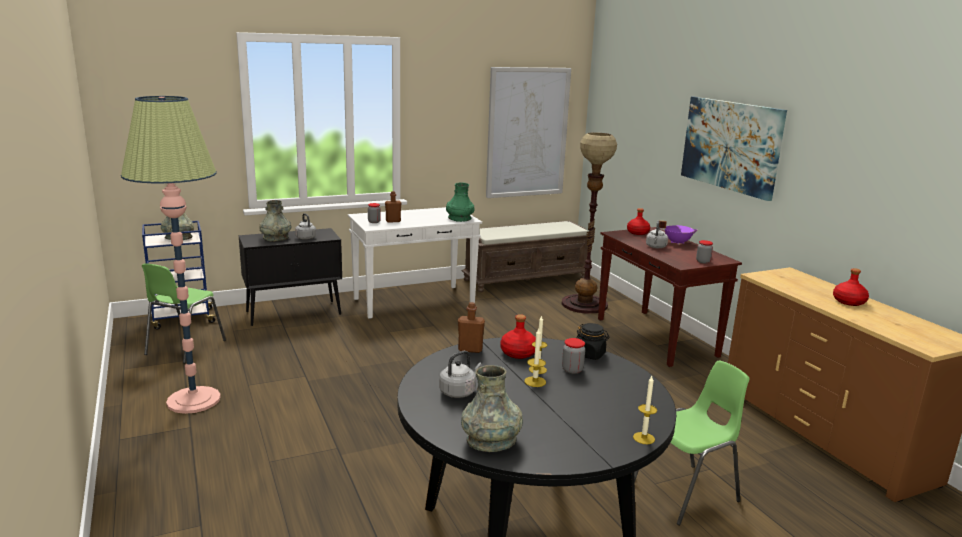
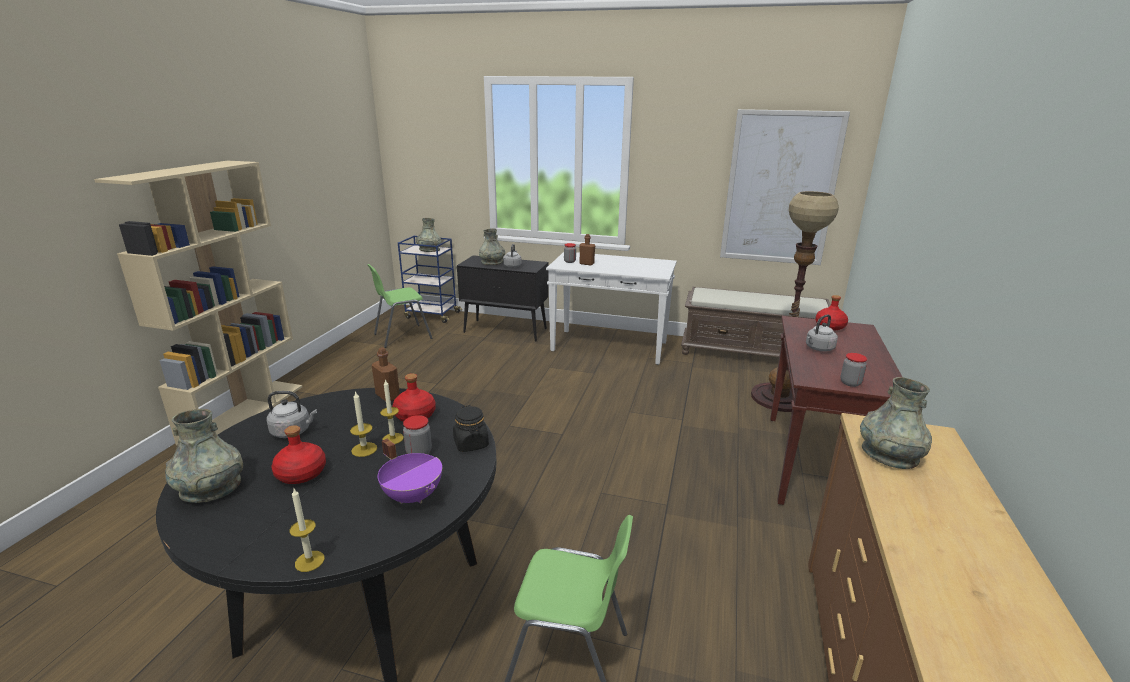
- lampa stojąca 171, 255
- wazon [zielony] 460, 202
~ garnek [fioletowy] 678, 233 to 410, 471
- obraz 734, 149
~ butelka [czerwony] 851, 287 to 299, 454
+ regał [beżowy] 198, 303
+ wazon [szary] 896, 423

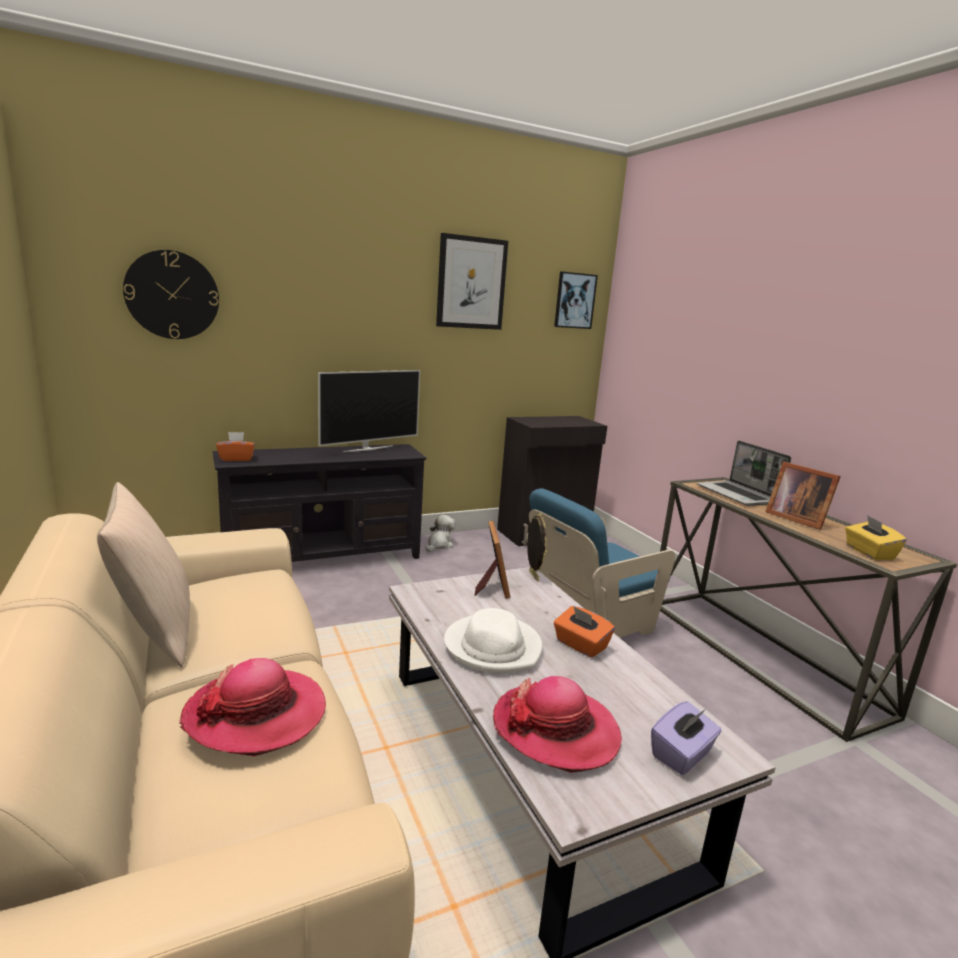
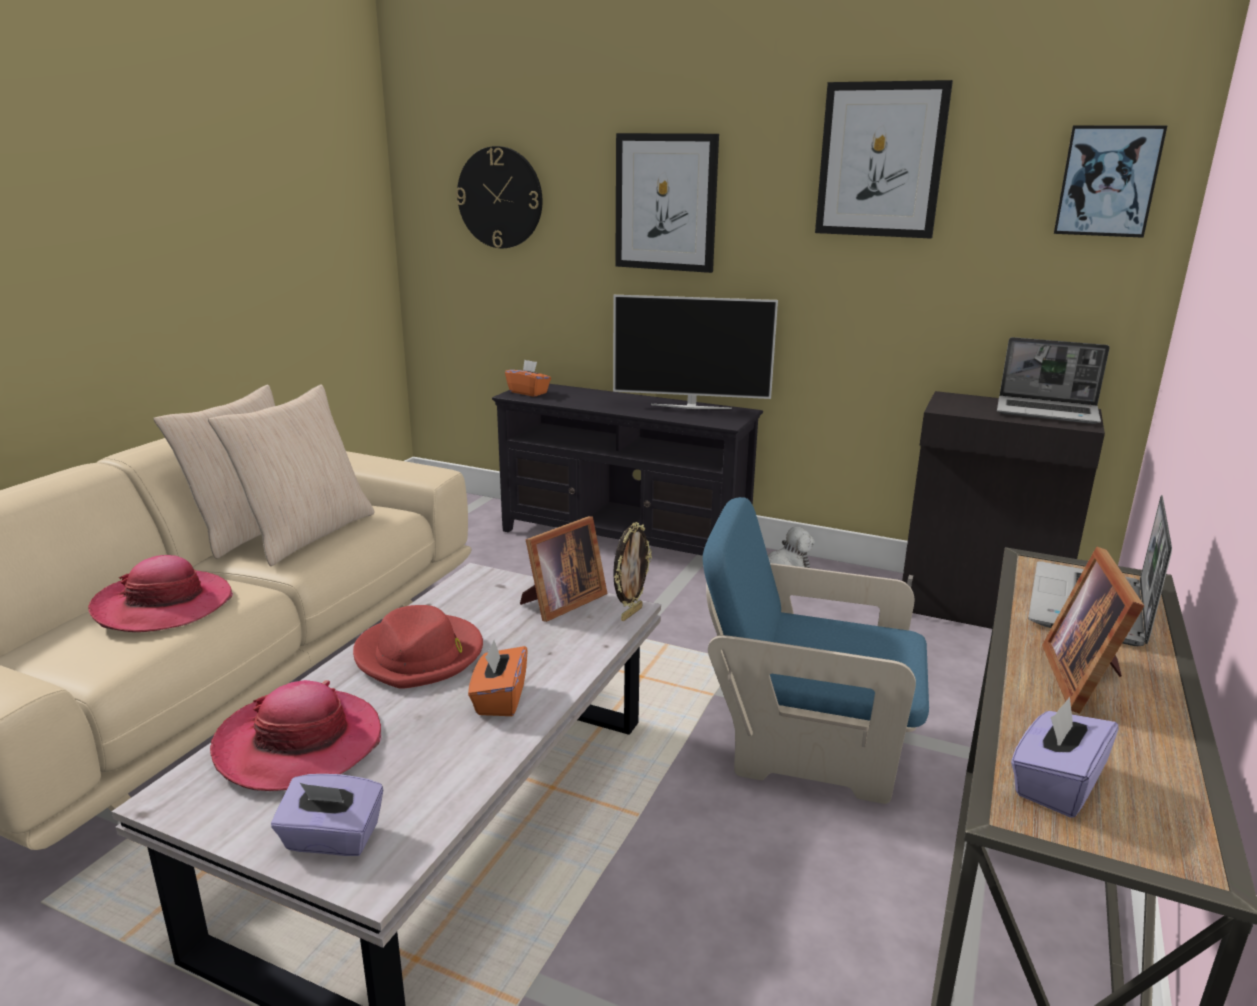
~ kapelusz [biały] 493, 640 to kapelusz [czerwony] 418, 647
~ pudełko chusteczek [żółty] 876, 537 to pudełko chusteczek [fioletowy] 1064, 757
+ poduszka [beżowy] 291, 475
+ obraz 667, 203
+ laptop 1053, 380

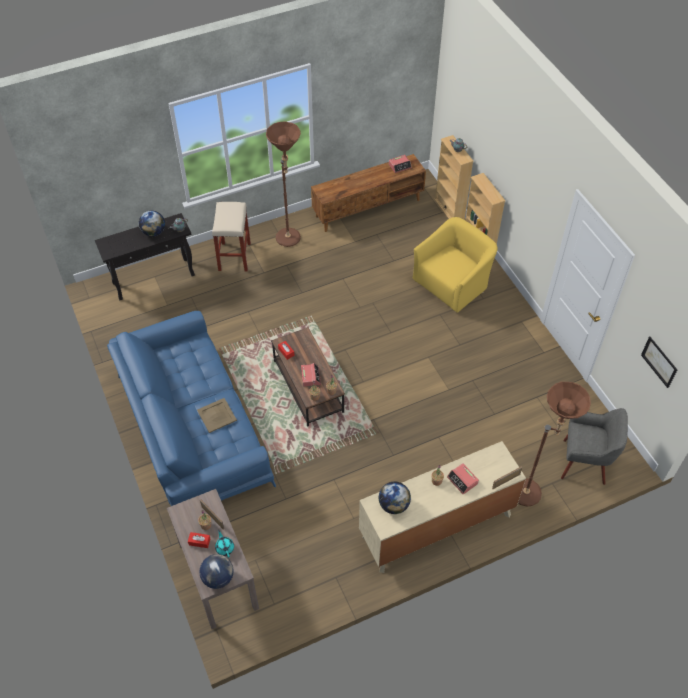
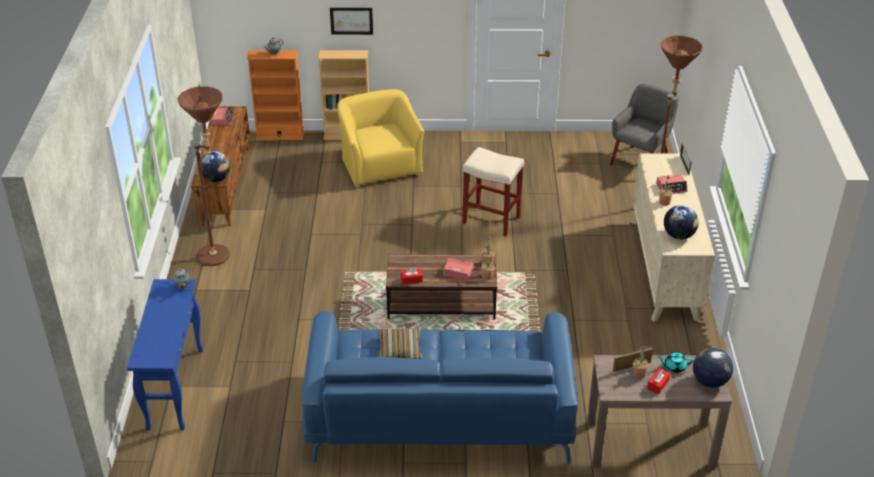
~ stolik konsolowy [czarny] 145, 256 to stolik konsolowy [niebieski] 165, 354
~ globus 152, 223 to 216, 166
- taca [beżowy] 217, 415
~ stołek [beżowy] 231, 237 to 493, 192
~ regał [beżowy] 454, 177 to regał [pomarańczowy] 276, 95
~ obraz 659, 362 to 351, 21
+ poduszka 400, 343

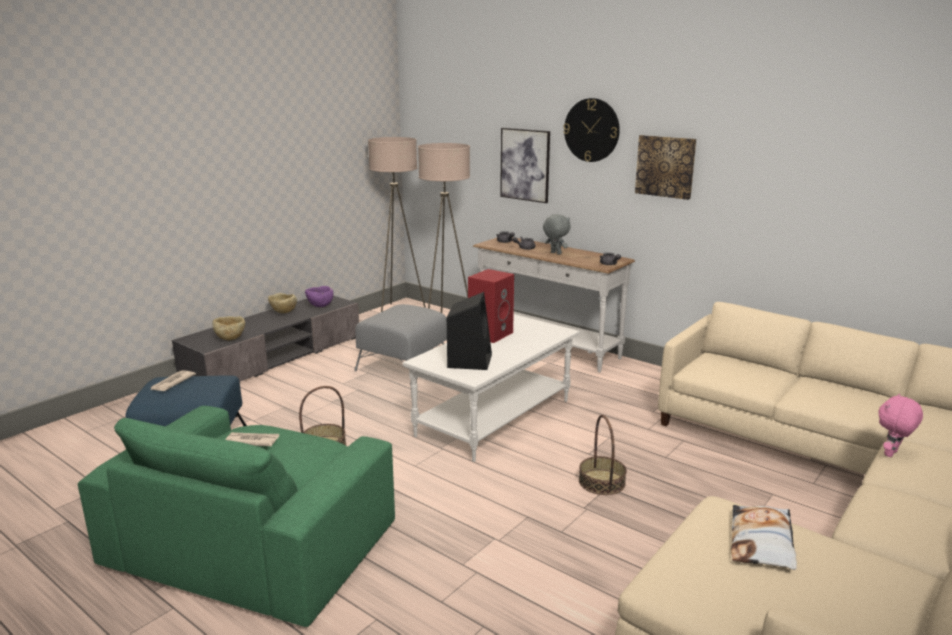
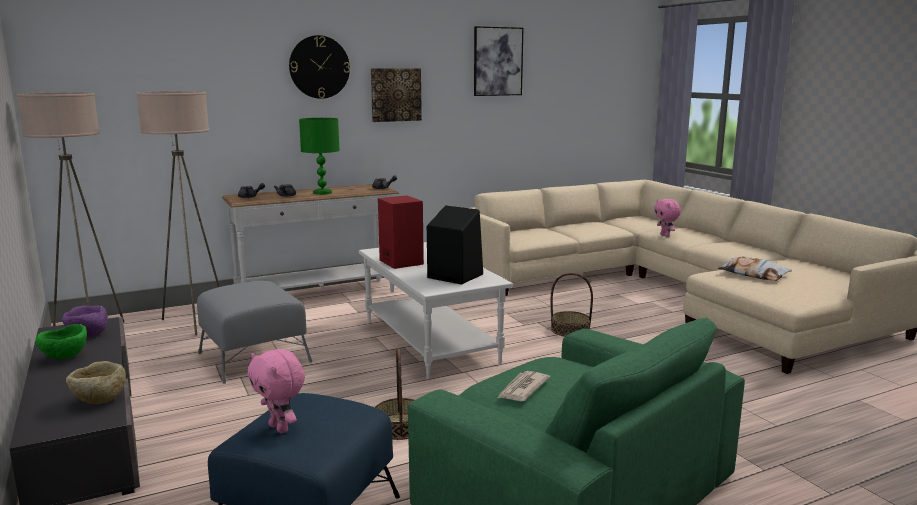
~ gazeta 173, 380 to pluszak [różowy] 276, 391
~ miska [beżowy] 282, 303 to miska [zielony] 61, 342
~ obraz 525, 165 to 498, 61
~ pluszak [szary] 557, 234 to lampa stołowa [zielony] 319, 156

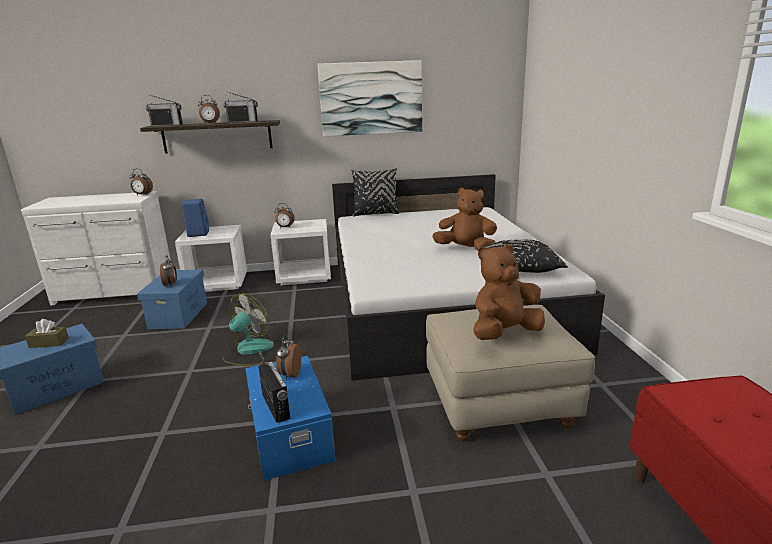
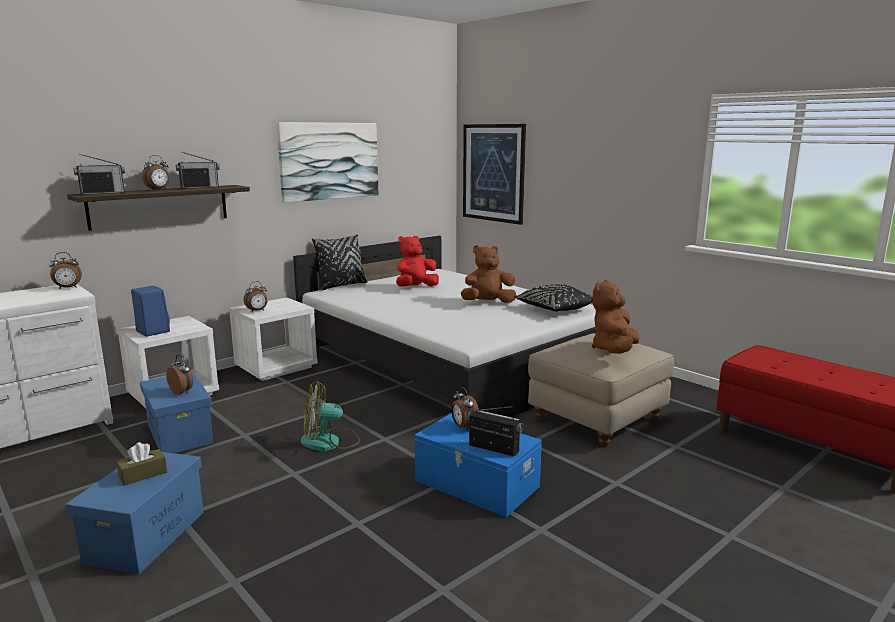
~ wentylator 248, 329 = 330, 416 105 degrees counterclockwise
+ pluszak [czerwony] 417, 261
+ obraz 494, 174

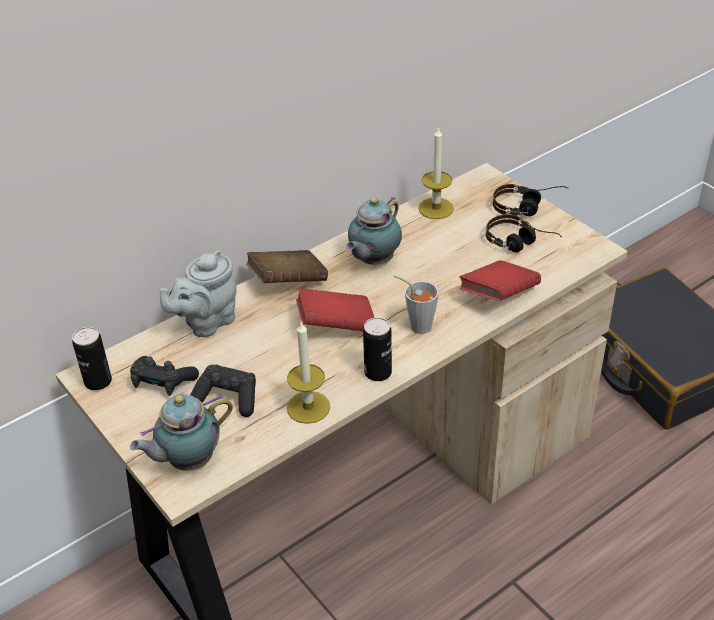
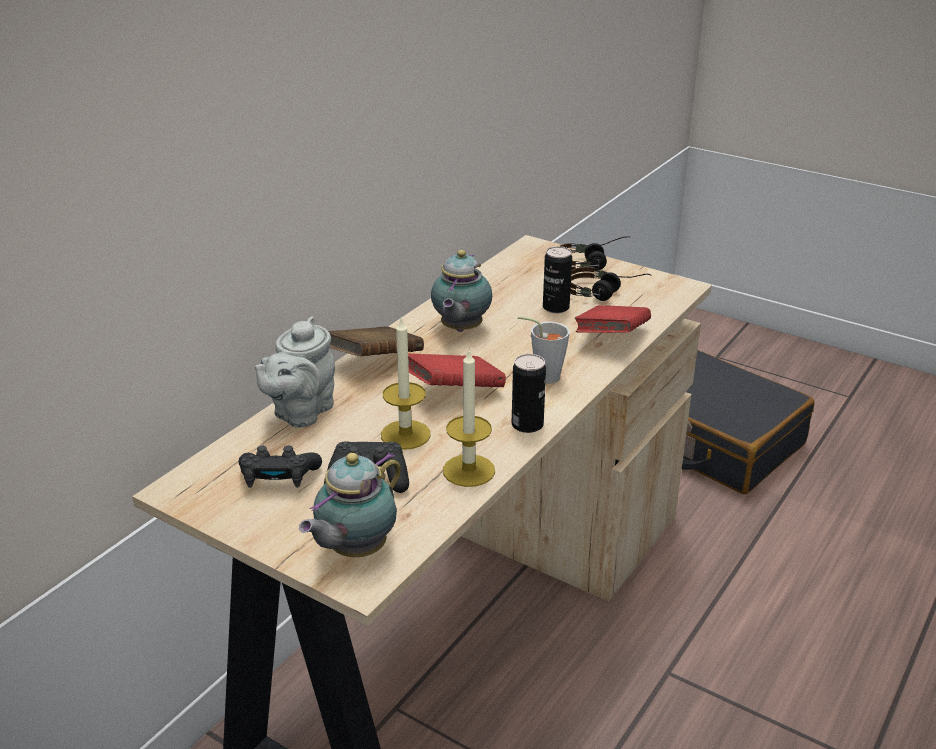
~ puszka 92, 358 to 557, 279
~ świeca 436, 172 to 406, 383

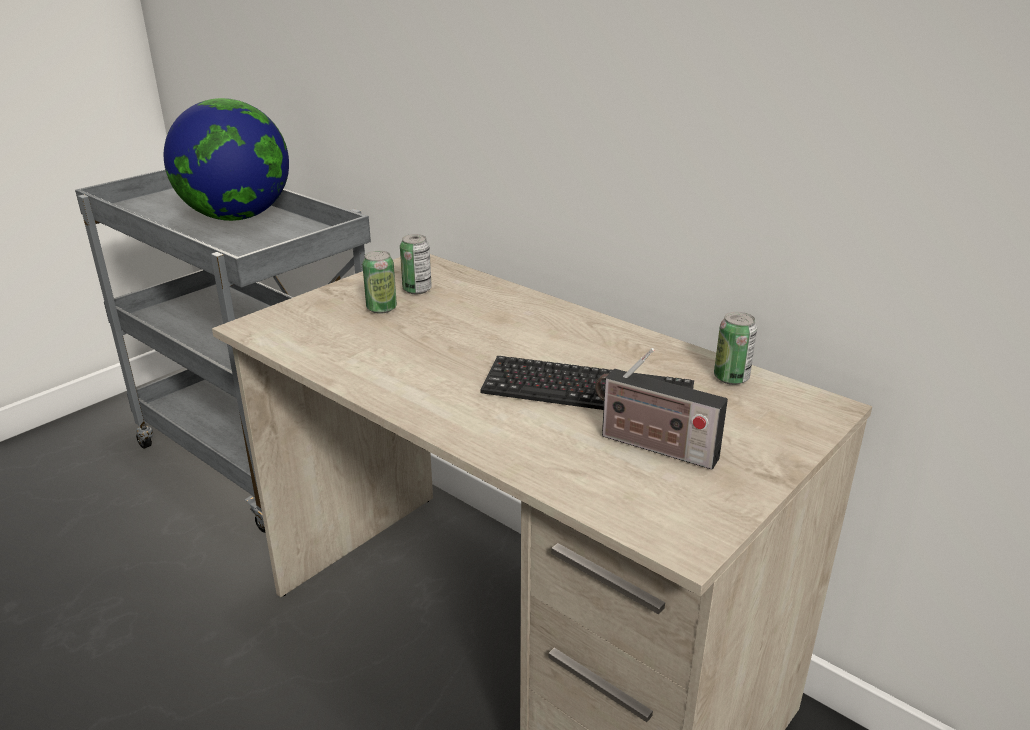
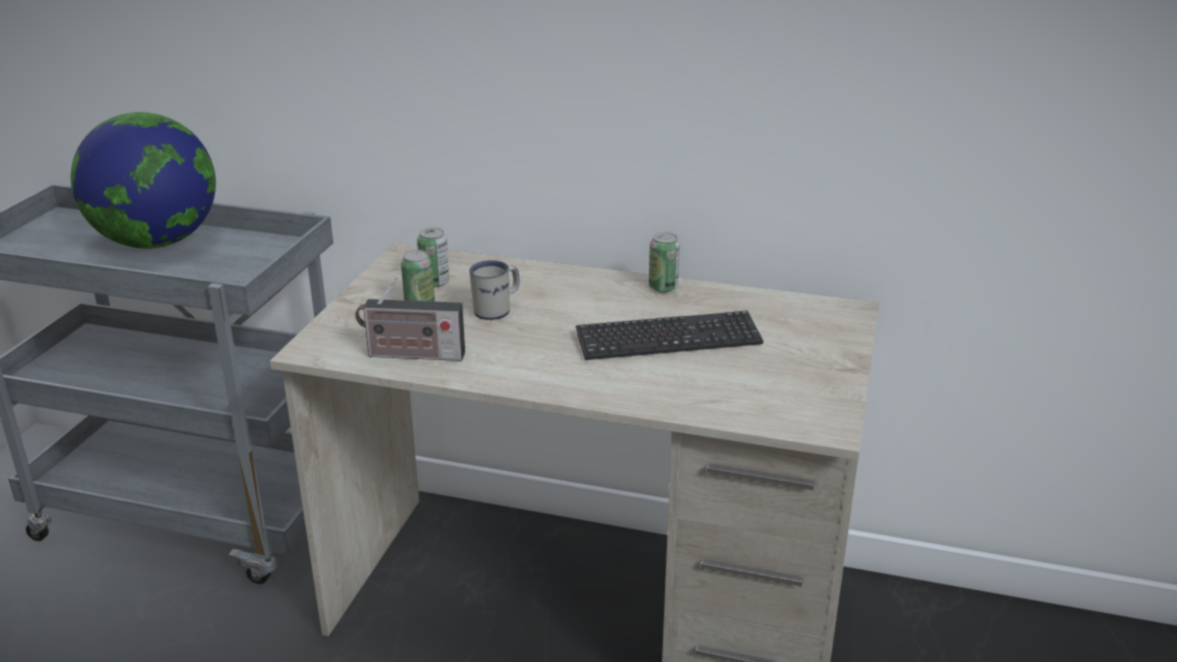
~ radio 661, 409 to 410, 318
~ puszka 735, 348 to 664, 262
+ kubek [biały] 494, 290

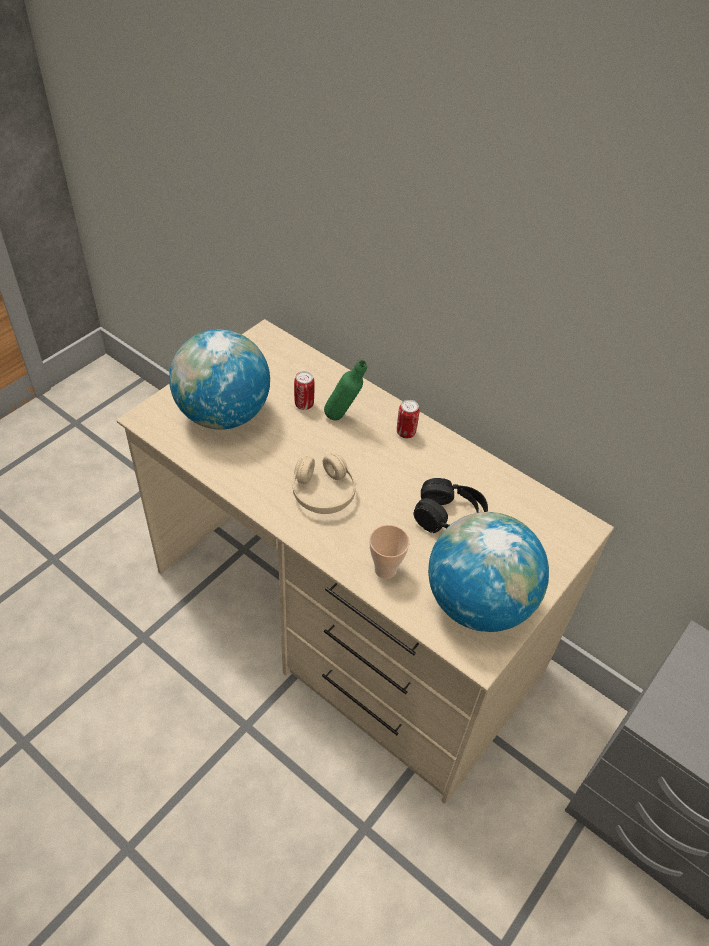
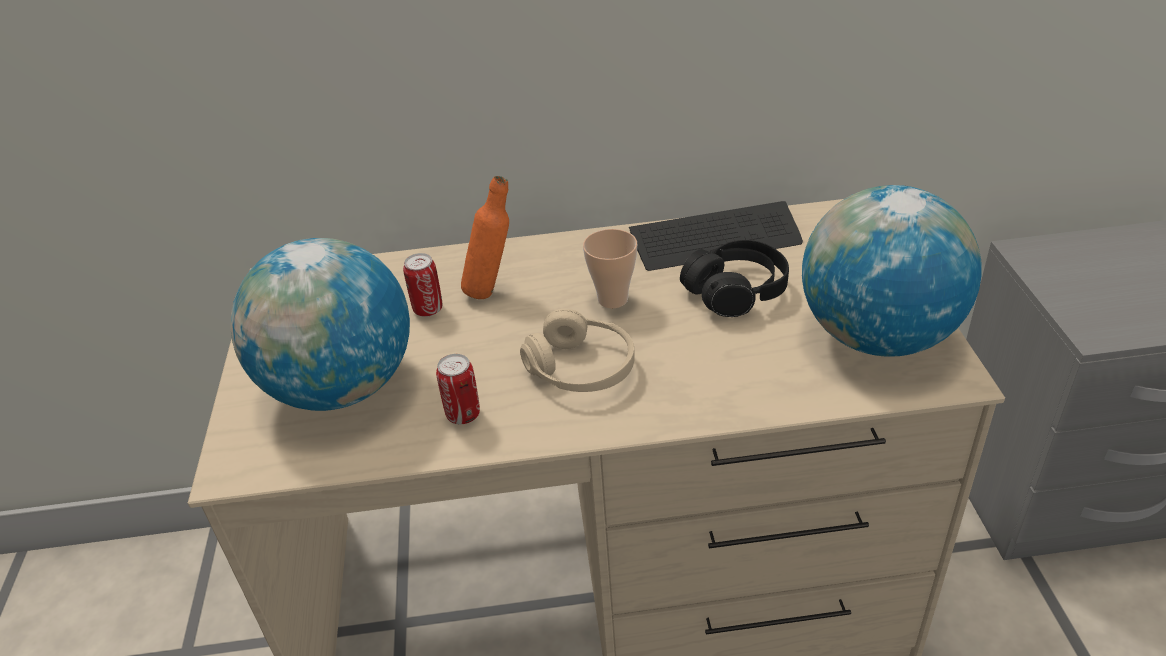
~ butelka [zielony] 345, 390 to butelka [pomarańczowy] 485, 237
~ filiżanka 390, 552 to 610, 268
~ puszka 408, 418 to 458, 389
+ klawiatura 716, 236

